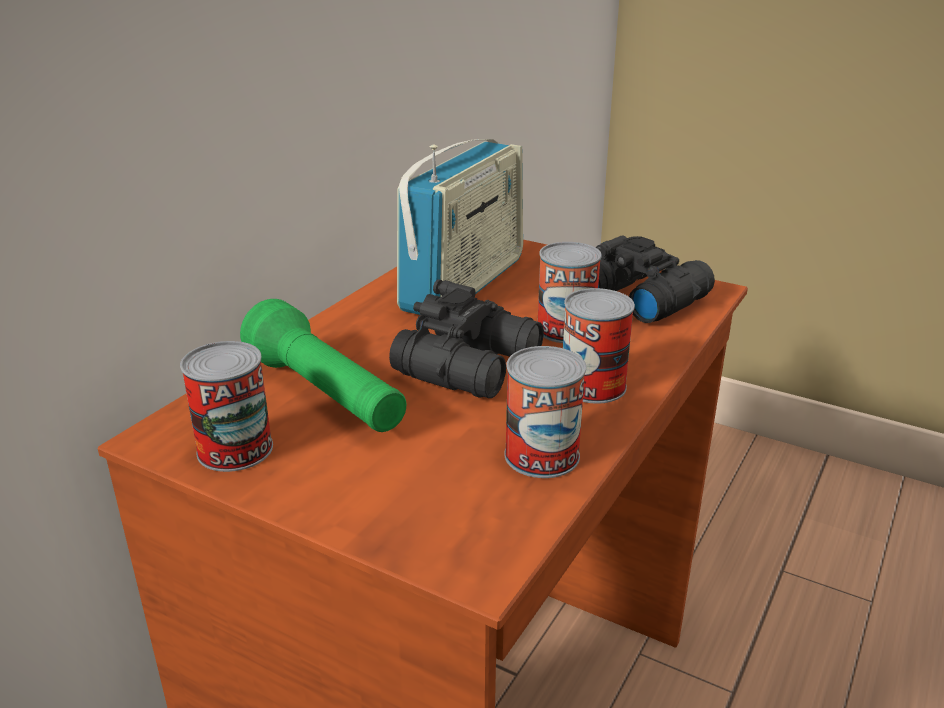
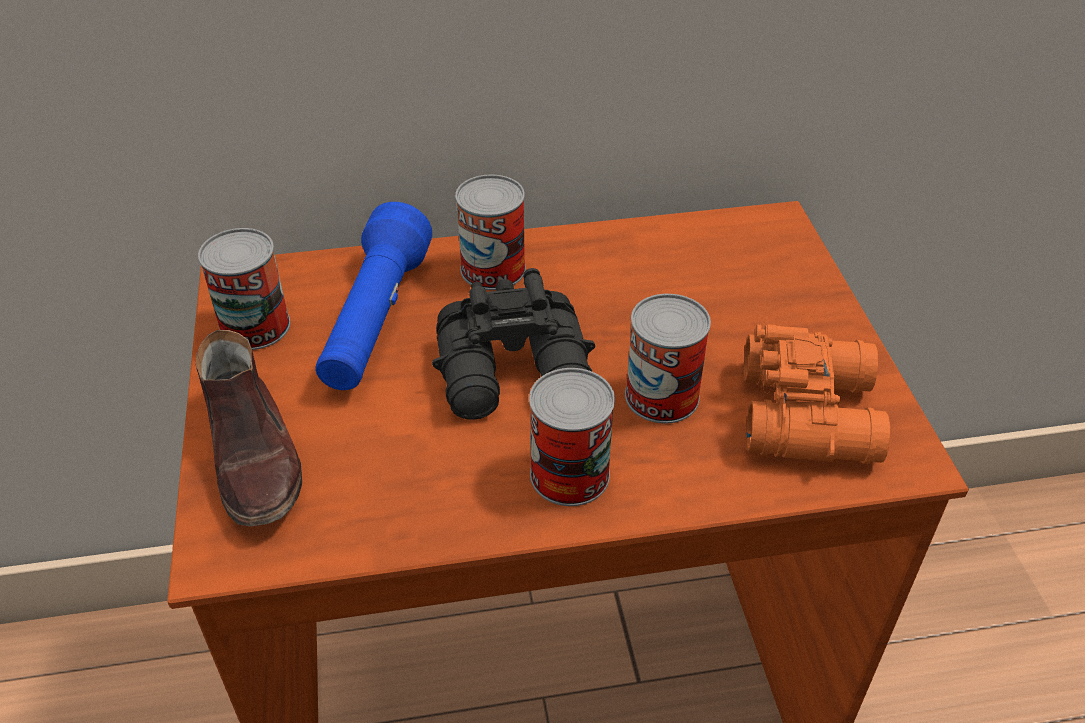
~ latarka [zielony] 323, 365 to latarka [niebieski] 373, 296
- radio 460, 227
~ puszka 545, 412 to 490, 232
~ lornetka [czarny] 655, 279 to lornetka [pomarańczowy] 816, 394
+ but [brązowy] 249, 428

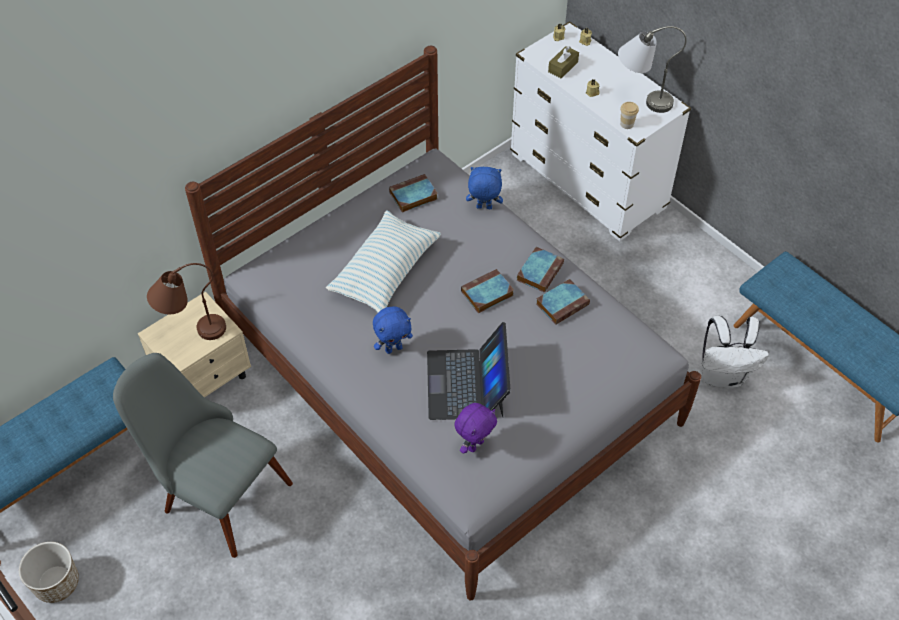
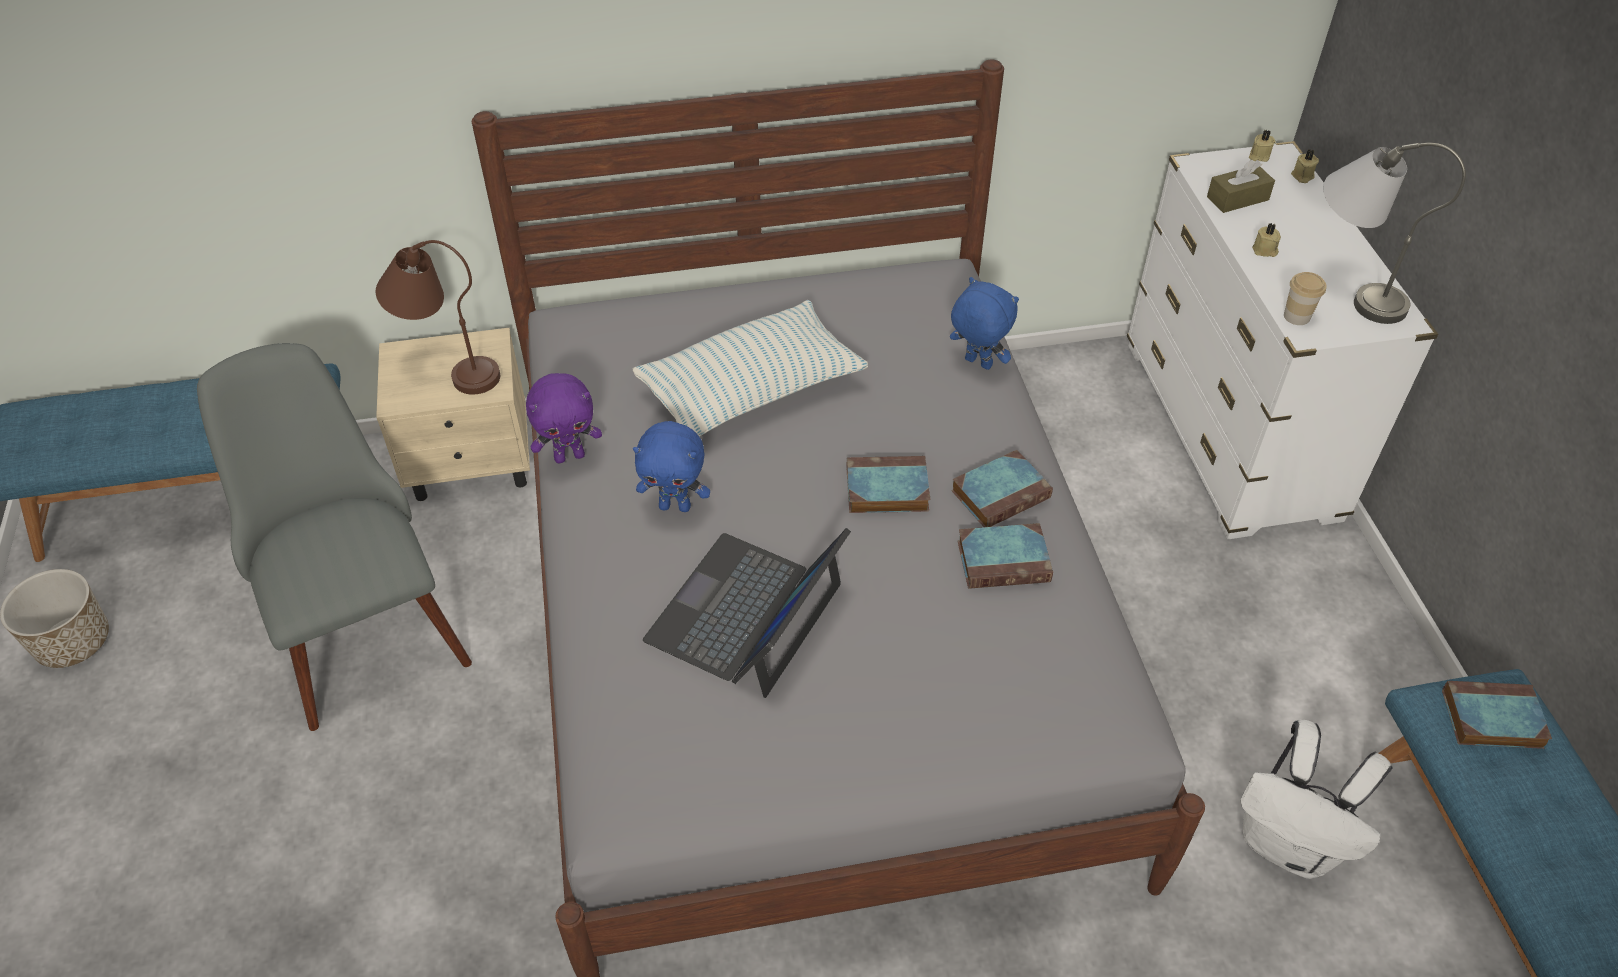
~ książka 413, 193 to 1497, 715
~ pluszak [fioletowy] 475, 428 to 564, 418

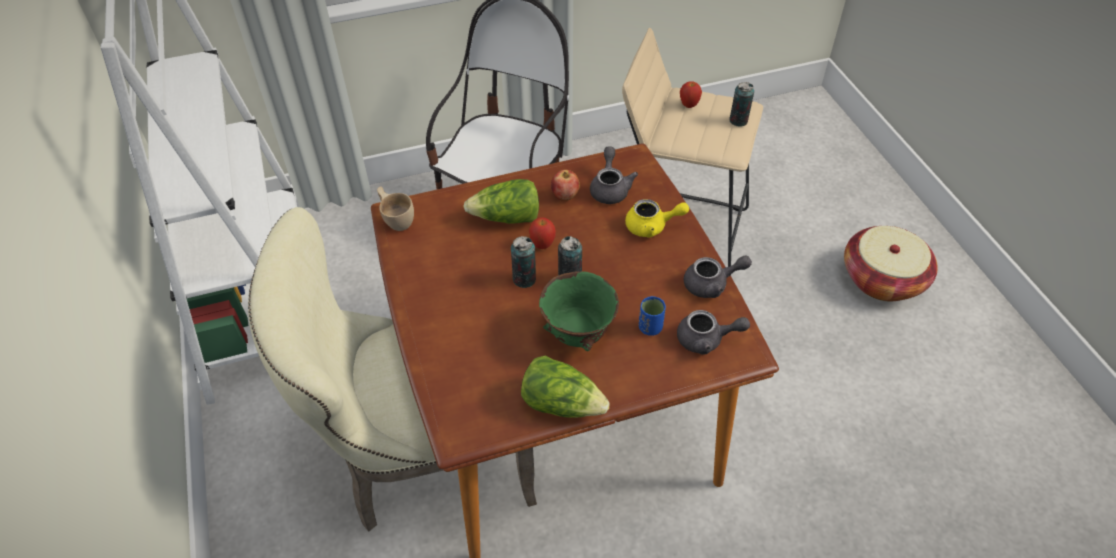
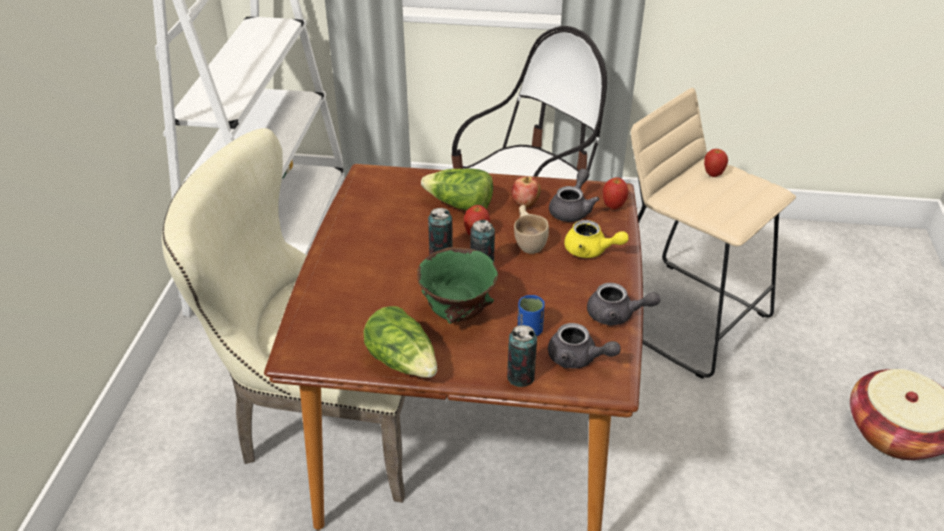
~ filiżanka [beżowy] 395, 209 to 531, 229
~ puszka 741, 104 to 522, 356
+ jabłko 615, 193

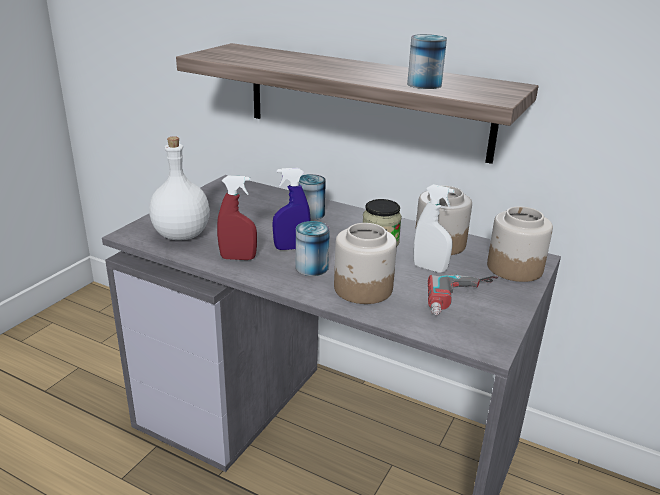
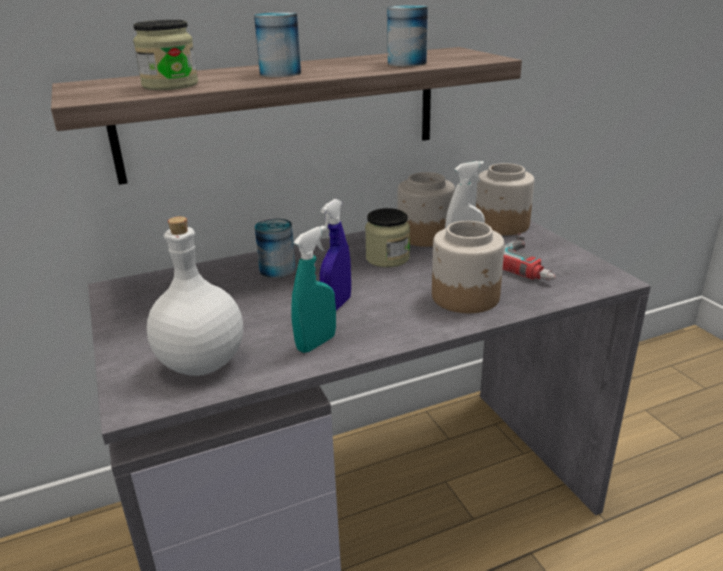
~ spryskiwacz [czerwony] 237, 218 to spryskiwacz [turkusowy] 313, 289
~ puszka 313, 248 to 277, 44
+ słoik 165, 55

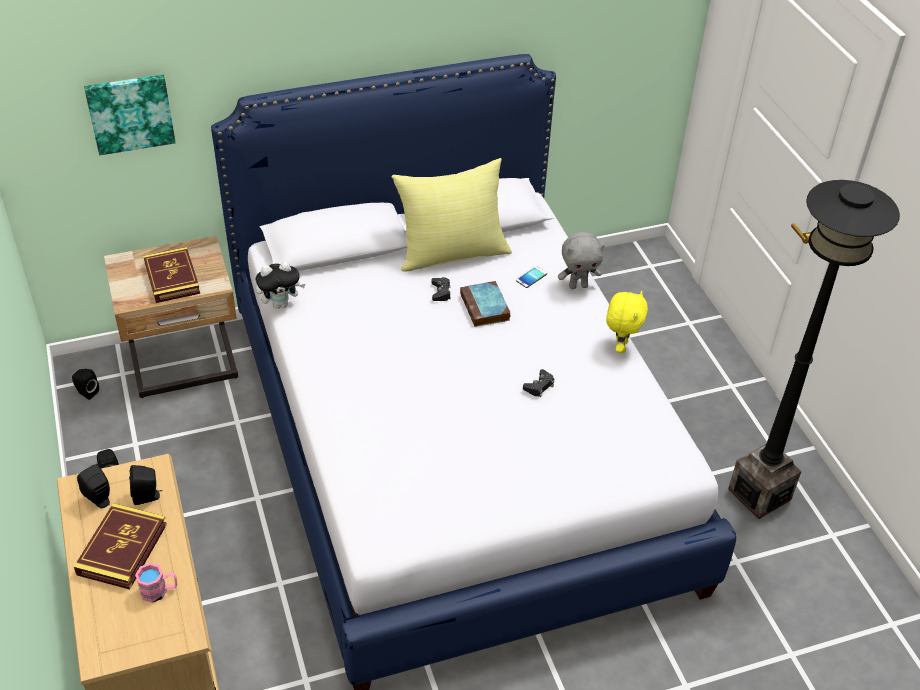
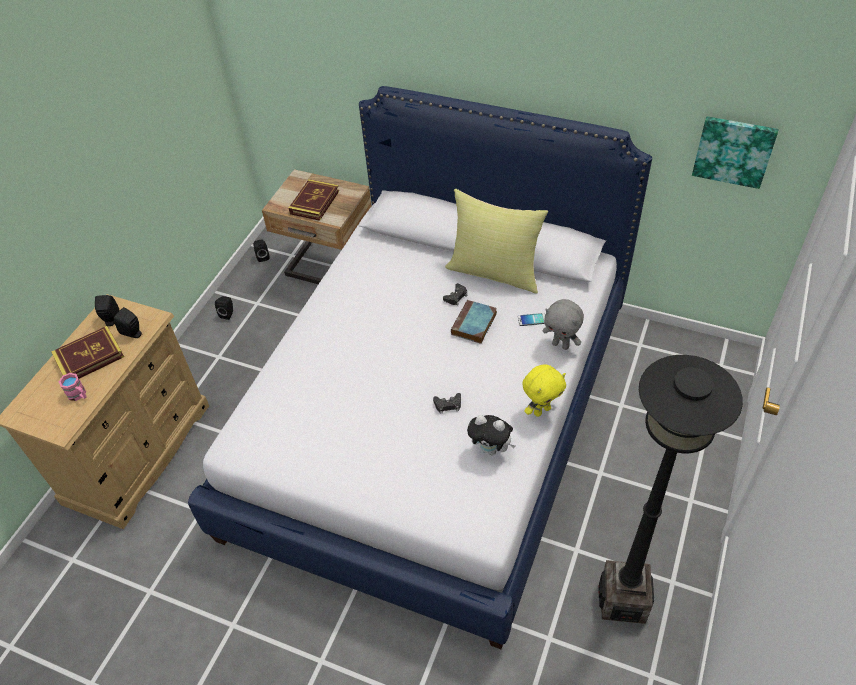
~ obraz 130, 115 to 735, 152
~ pluszak 280, 285 to 491, 435

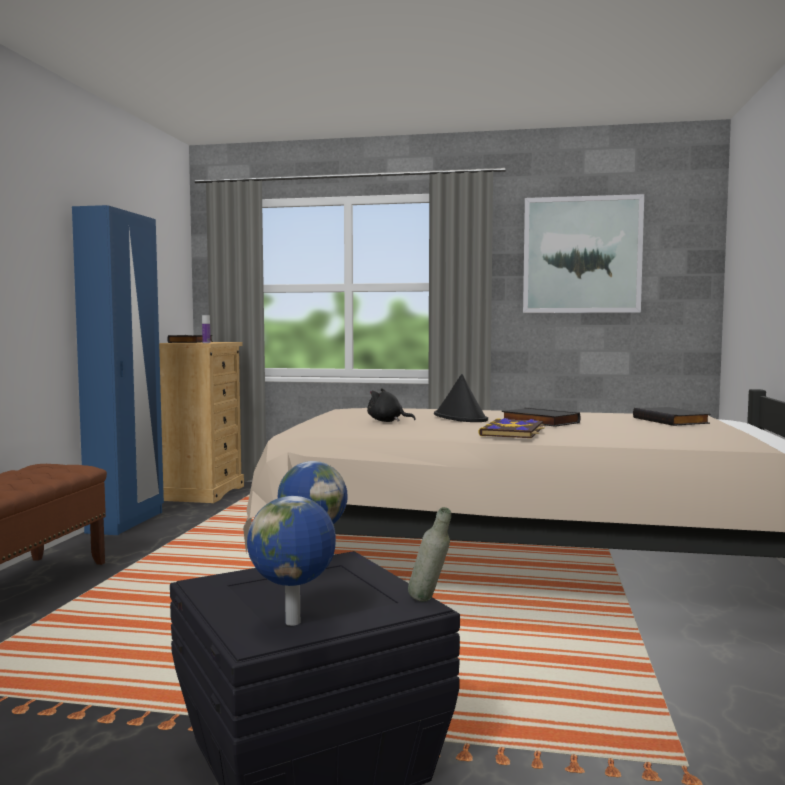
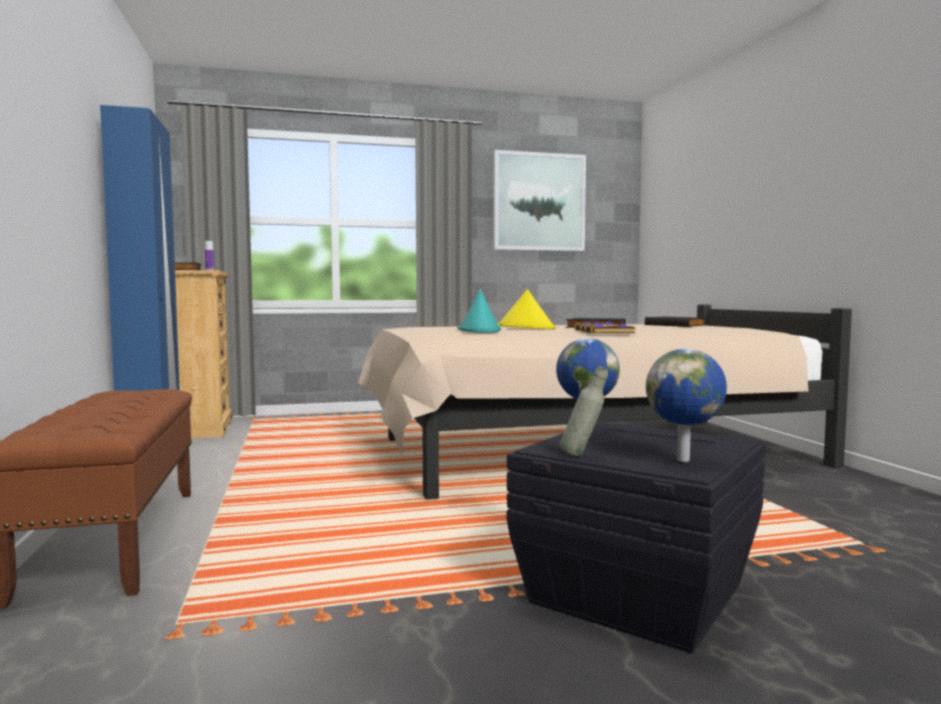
~ pluszak [czarny] 391, 405 to kapelusz [turkusowy] 479, 311
~ butelka [szary] 429, 554 to 584, 411
~ kapelusz [czarny] 461, 398 to kapelusz [żółty] 526, 309

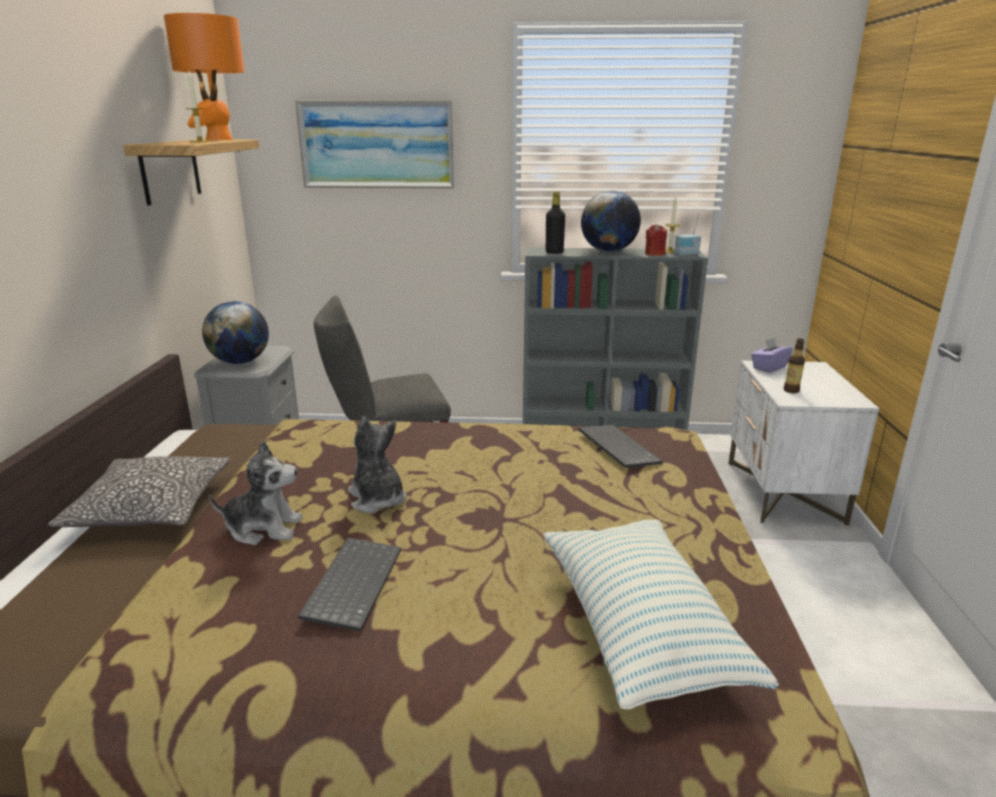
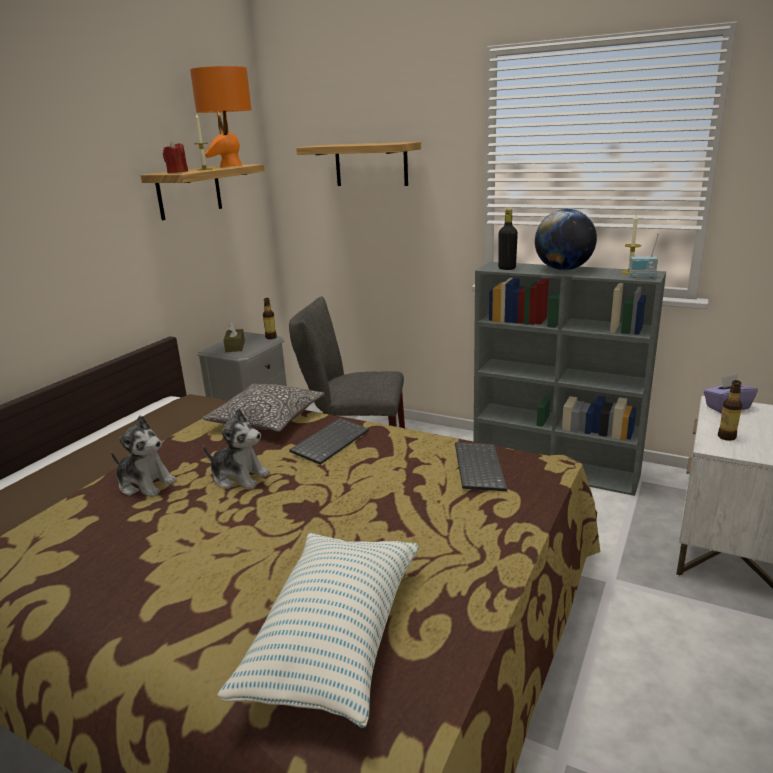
~ poduszka 139, 491 to 263, 408
~ globus 235, 332 to pudełko chusteczek [brązowy] 234, 337
~ obraz 375, 144 to półka 358, 164
~ klawiatura 349, 584 to 329, 441
~ pluszak 377, 464 = 236, 449 120 degrees clockwise
~ świeca [czerwony] 656, 240 to 175, 157
+ butelka 270, 318

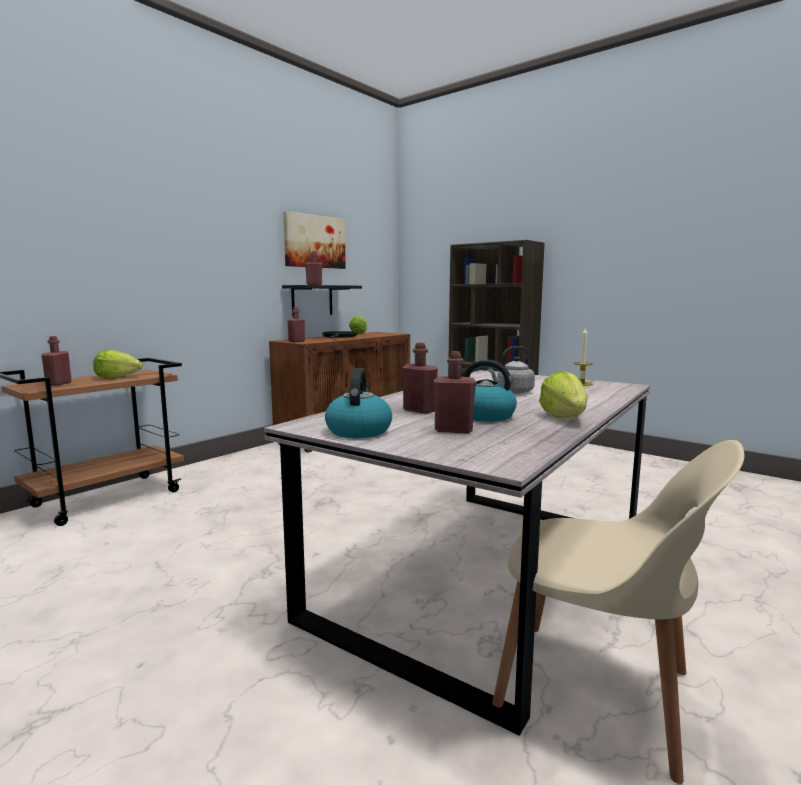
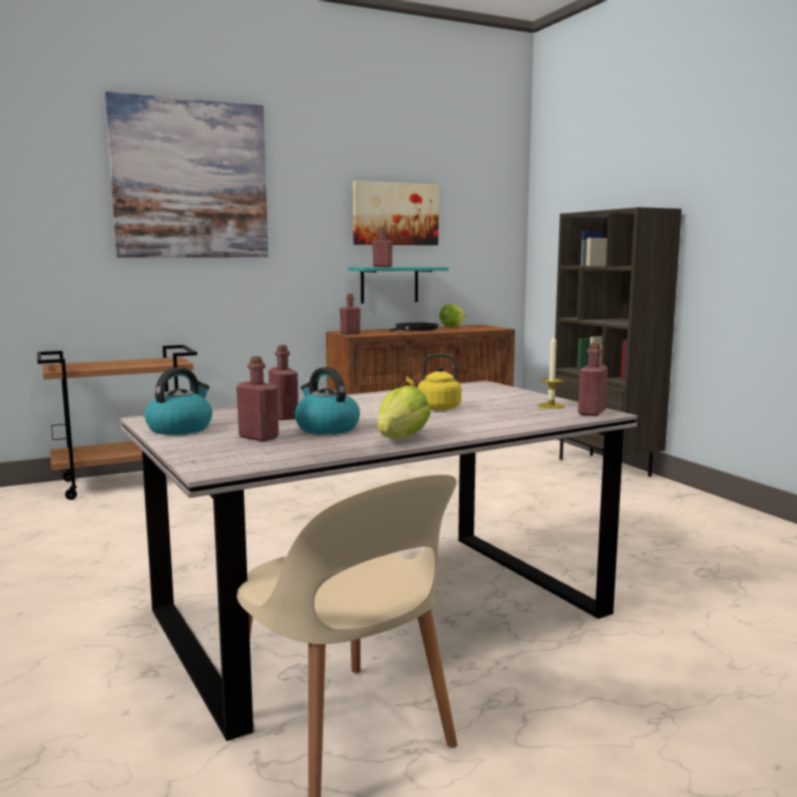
~ butelka [czerwony] 56, 361 to 593, 379
- sałata 118, 364
~ półka [czarny] 322, 300 to półka [turkusowy] 398, 285
~ czajnik [szary] 511, 370 to czajnik [żółty] 434, 382
+ obraz 186, 174

